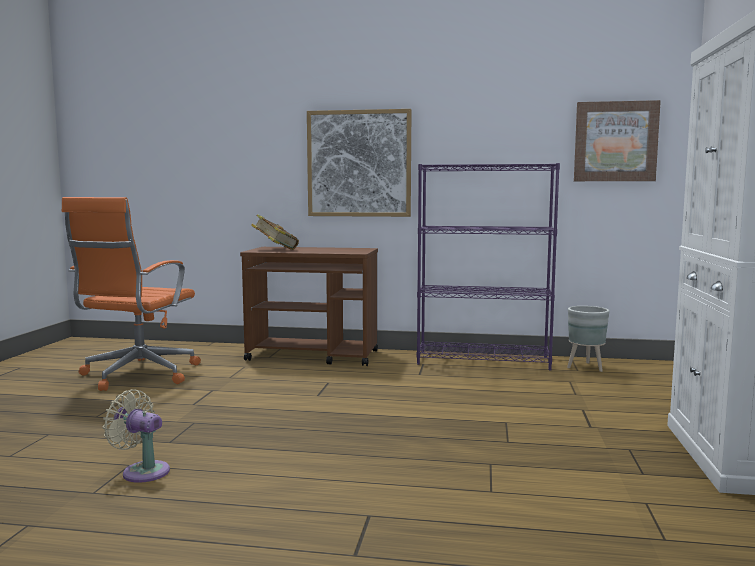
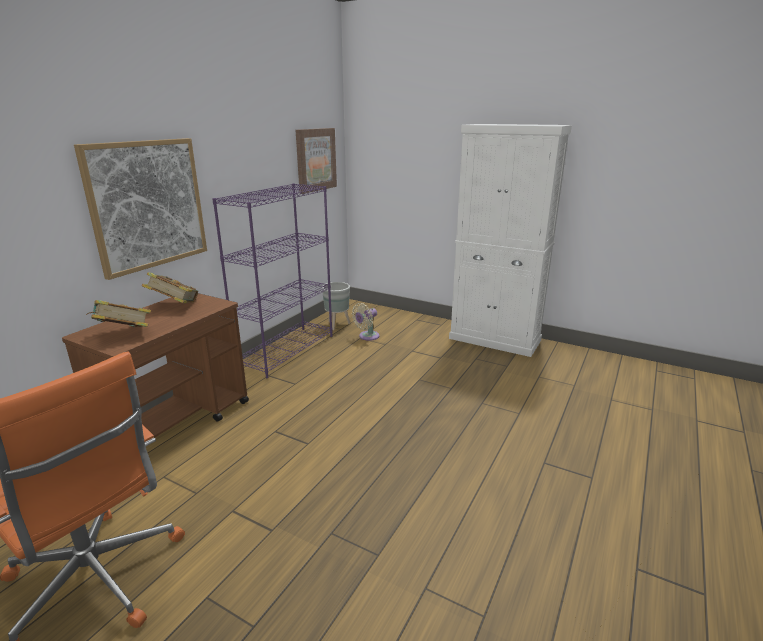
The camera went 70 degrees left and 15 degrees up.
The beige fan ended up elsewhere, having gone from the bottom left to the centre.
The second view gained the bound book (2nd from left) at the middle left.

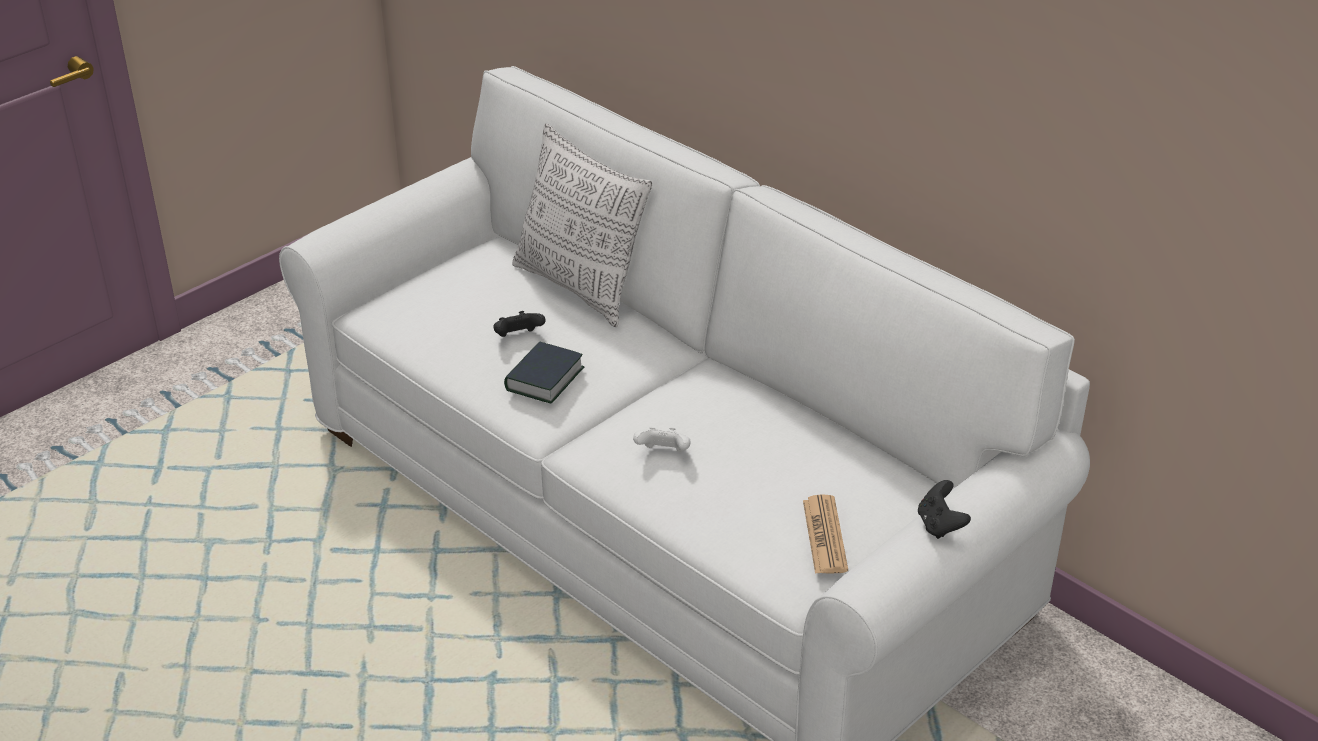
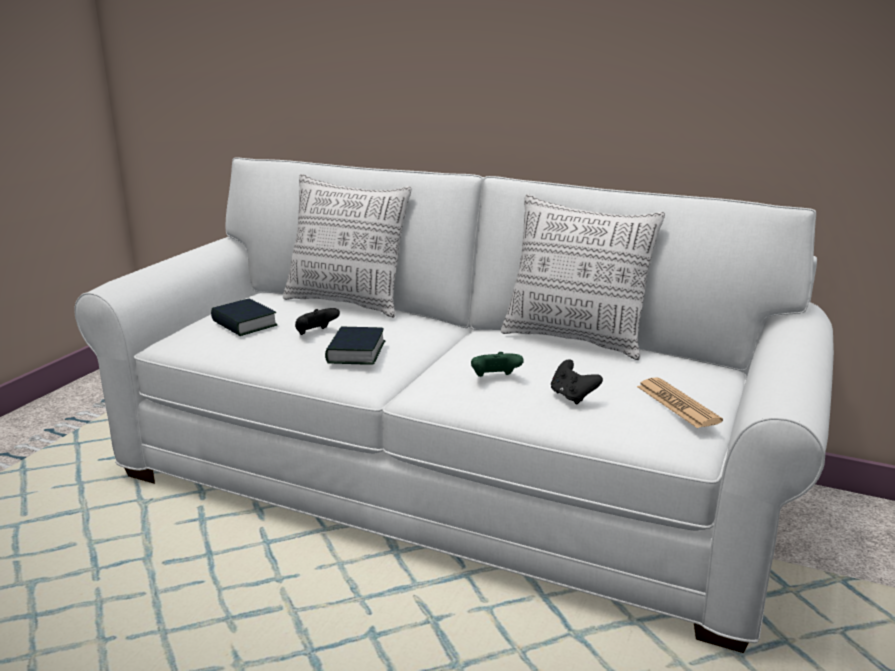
The camera went 20 degrees left and 15 degrees down.
What was the white-coloured joypad at the centre turned into the greenish joypad at the centre.
The blackish joypad (2nd from left) ended up elsewhere, having gone from the bottom right to the centre.
The second view gained the throw pillow (2nd from left) at the centre.
The second view gained the bound book (1st from left) at the middle left.

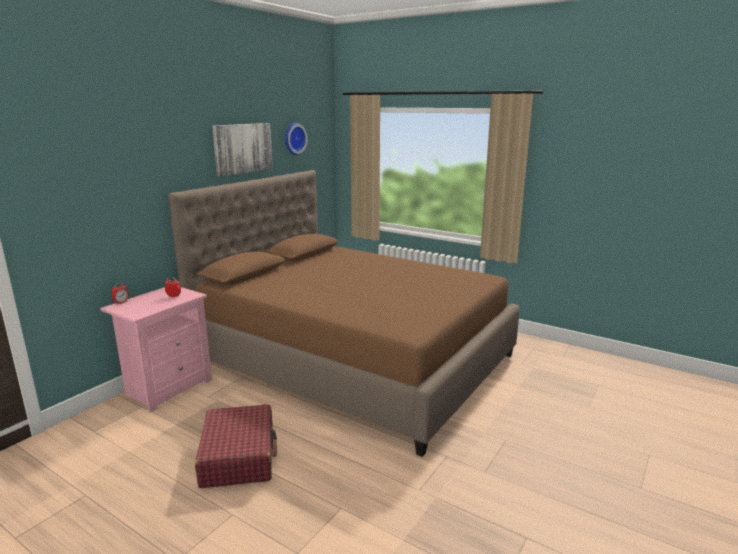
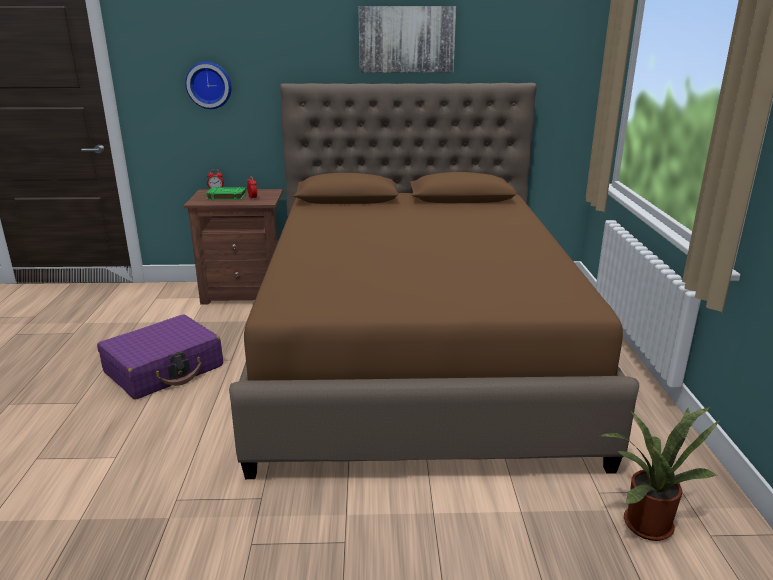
The camera went 55 degrees right and 5 degrees up.
The wall clock ended up elsewhere, having gone from the top centre to the top left.
What was the pink night table at the middle left turned into the brown-coloured night table at the middle left.
What was the red travel case at the bottom left turned into the purple-coloured travel case at the middle left.
The second view gained the greenish bound book at the top left.
The second view gained the potted plant at the bottom right.

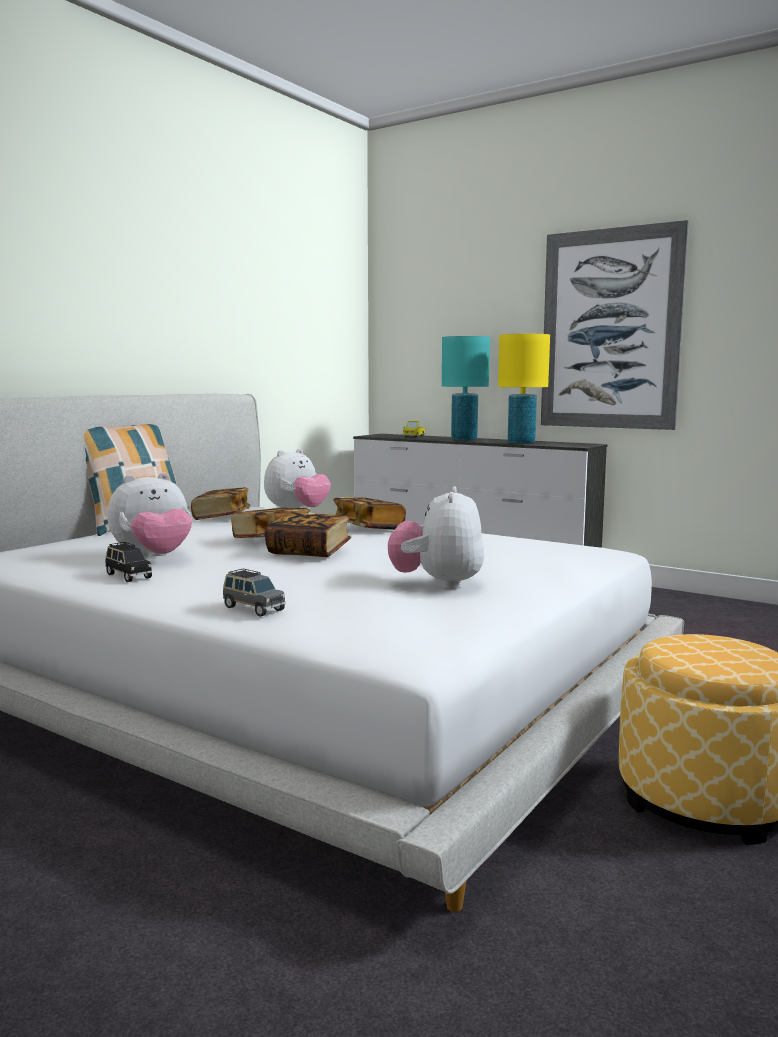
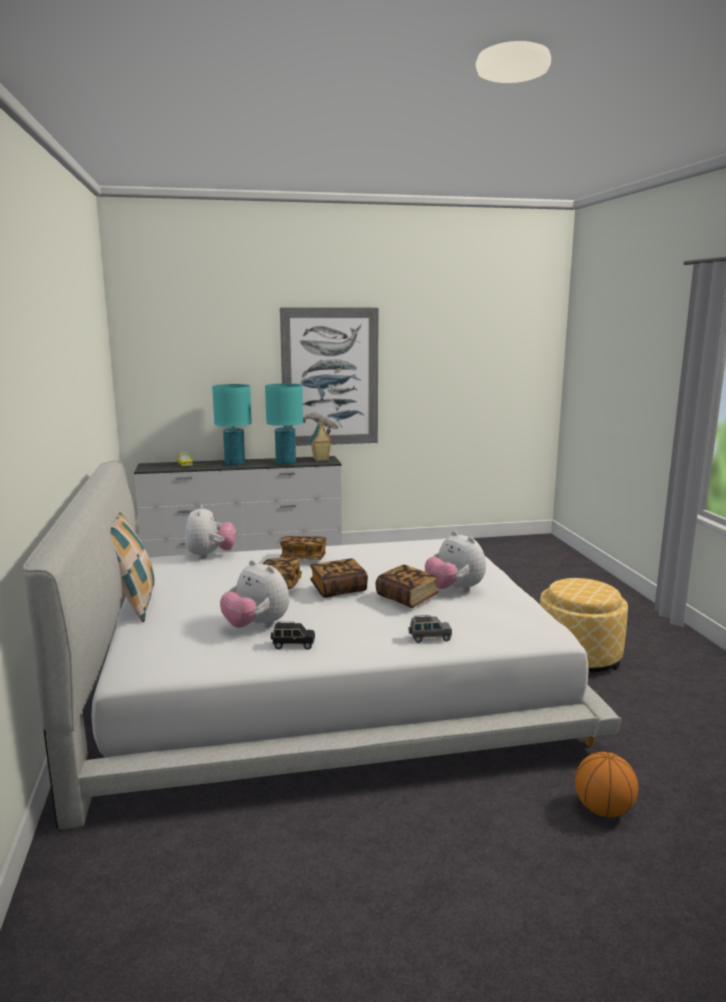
The camera went 45 degrees left and 5 degrees up.
What was the yellow-coloured tabletop lamp at the middle right turned into the turquoise-coloured tabletop lamp (2nd from left) at the centre.
The cuddly toy (1st from left in the first image) at the middle left ended up facing another way, 120 degrees clockwise from before.
The bound book (1st from left in the first image) ended up elsewhere, having gone from the middle left to the centre.
The second view gained the miniature house at the centre.
The second view gained the basketball ball at the bottom right.

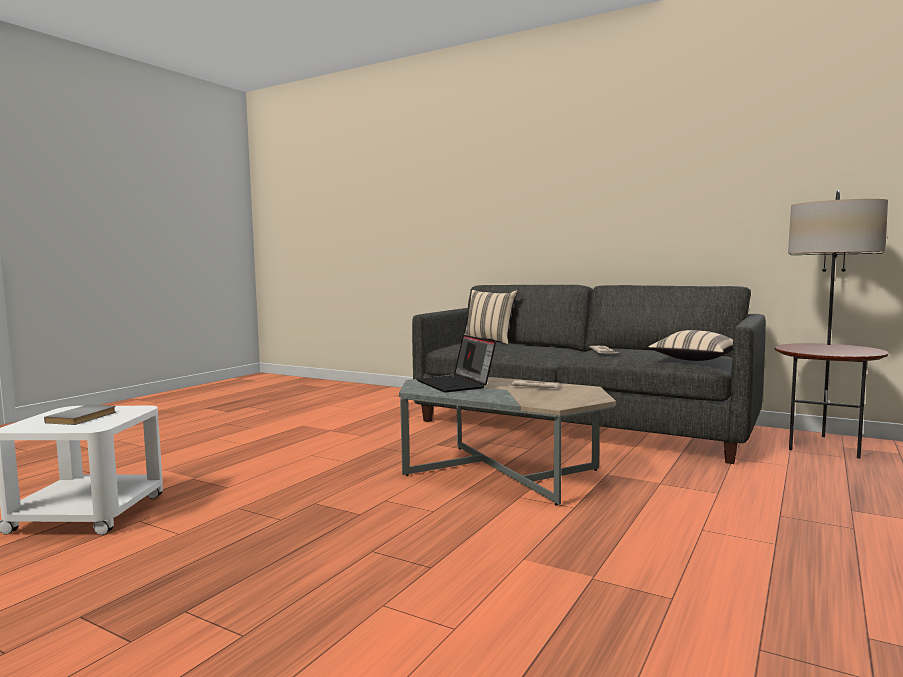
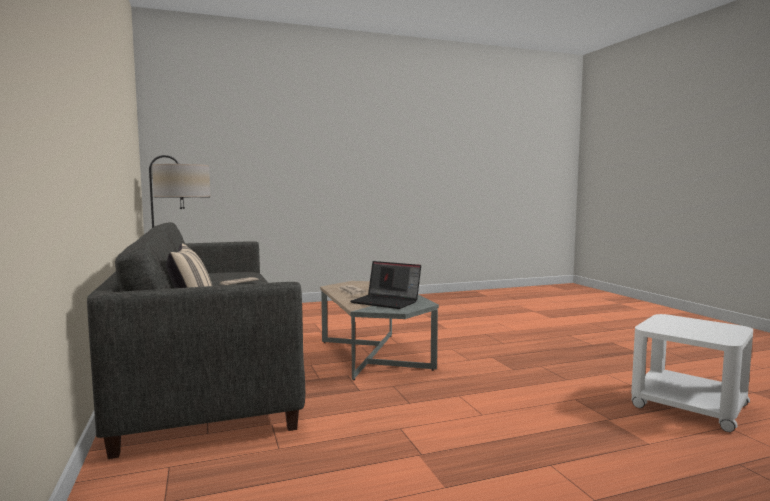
The camera went 140 degrees left and 0 degrees up.
The second view lost the beige throw pillow (2nd from left) at the middle right.
The laptop at the centre ended up facing another way, 105 degrees clockwise from before.
The second view lost the grey bound book at the middle left.

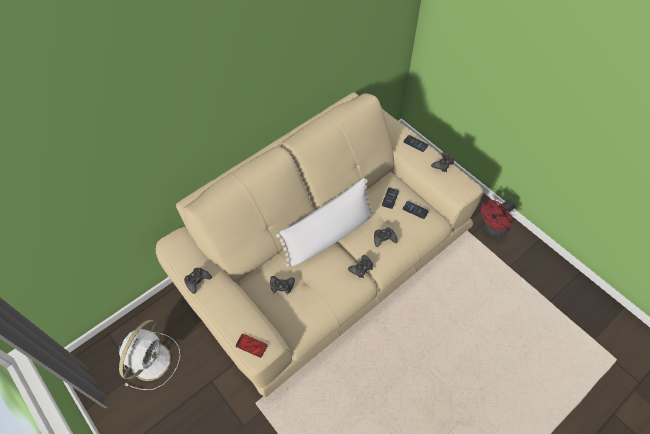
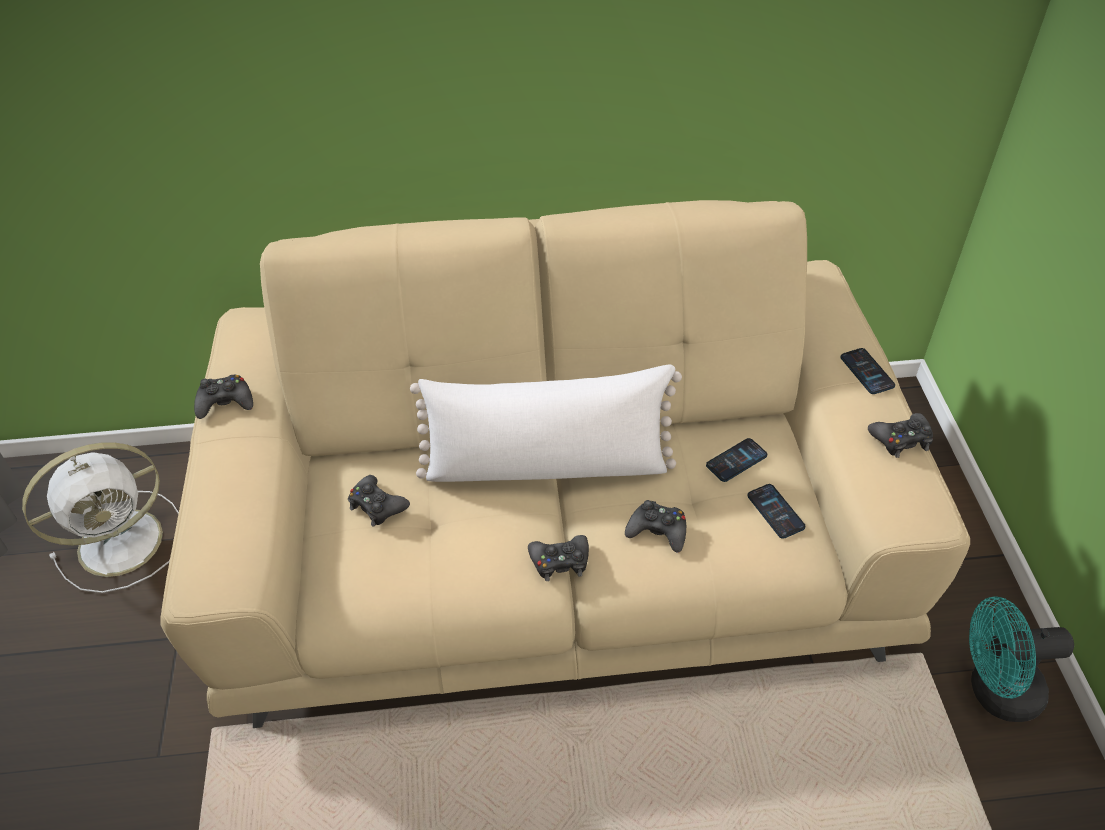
The camera went 35 degrees right and 10 degrees down.
What was the red fan at the middle right turned into the turquoise-coloured fan at the bottom right.
The second view lost the phone (1st from left) at the bottom centre.

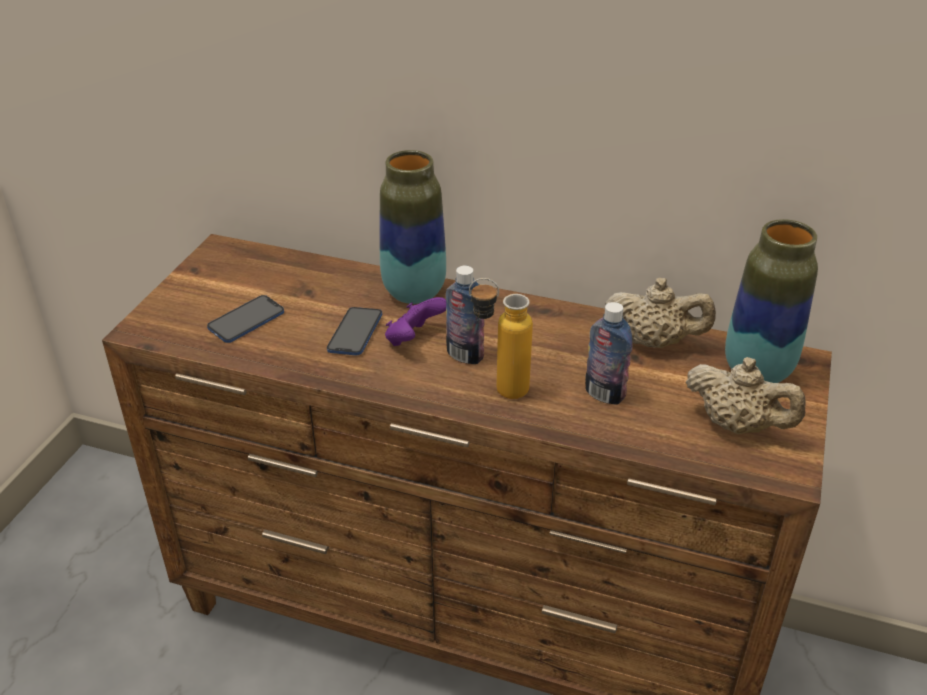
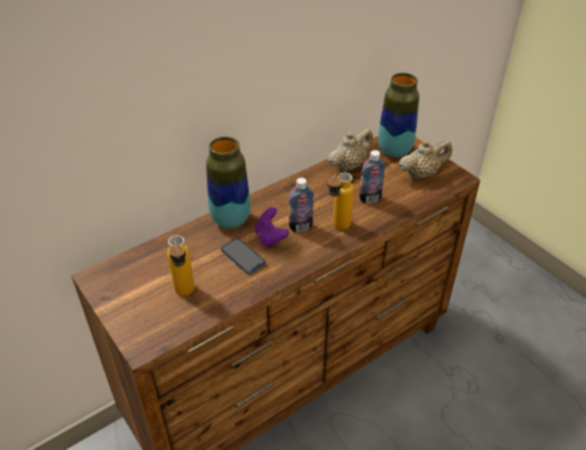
The camera went 55 degrees left and 5 degrees up.
Where the phone (1st from left) stood at the middle left, the beverage bottle (1st from left) came to stand at the middle left.

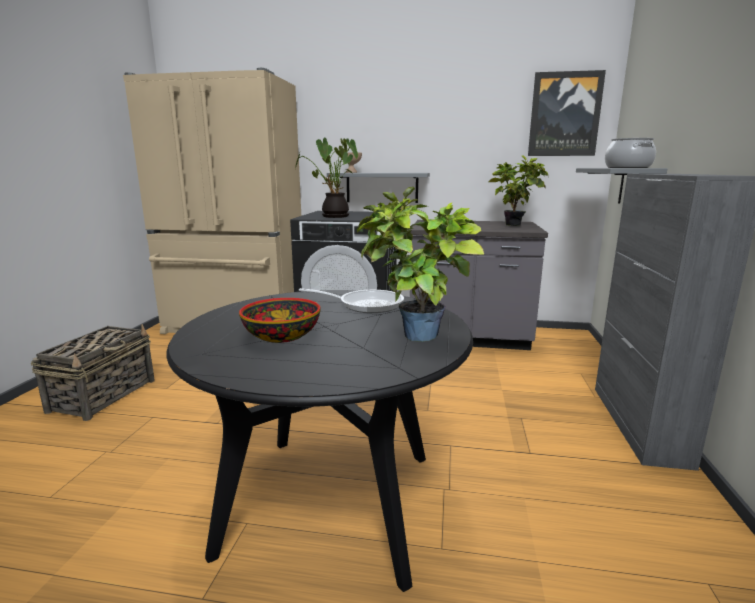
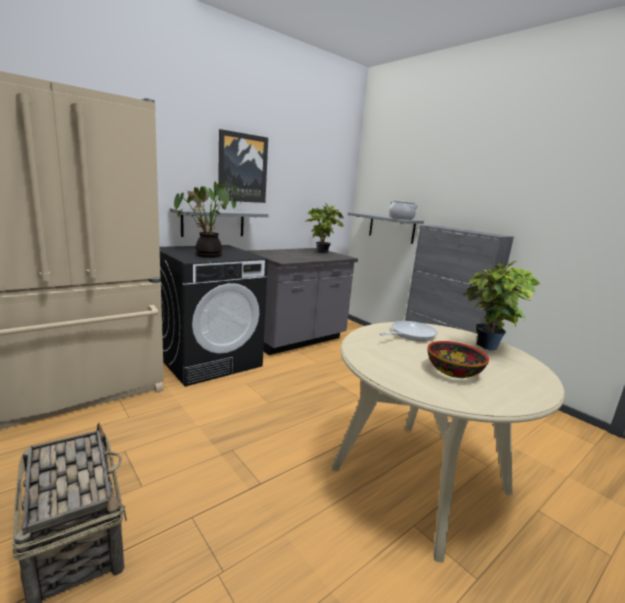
The camera went 50 degrees left and 0 degrees up.
The wall picture ended up elsewhere, having gone from the top right to the top centre.
What was the blackish dinner table at the bottom centre turned into the beige dinner table at the bottom right.

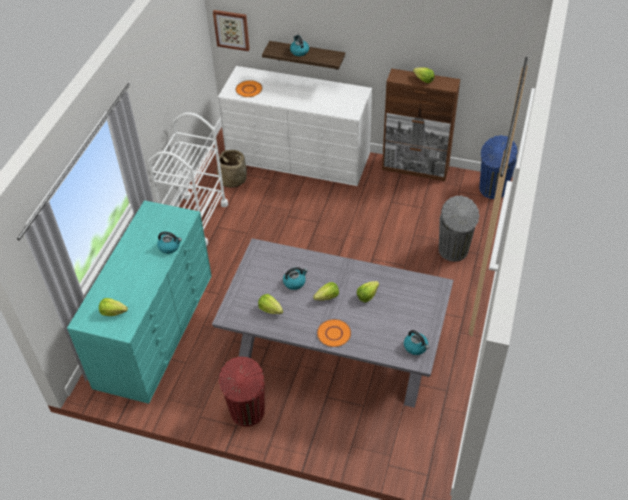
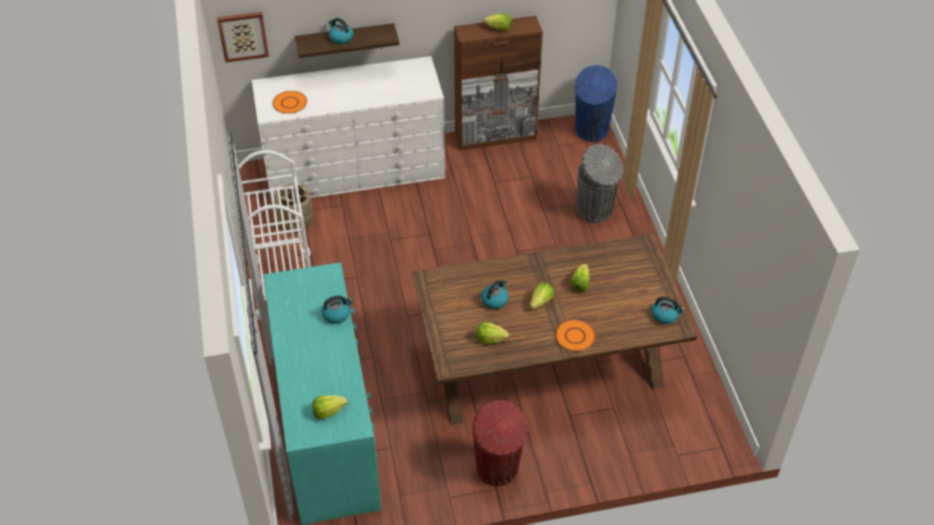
The camera went 30 degrees left and 0 degrees up.
What was the grey dinner table at the centre turned into the brown-coloured dinner table at the centre.

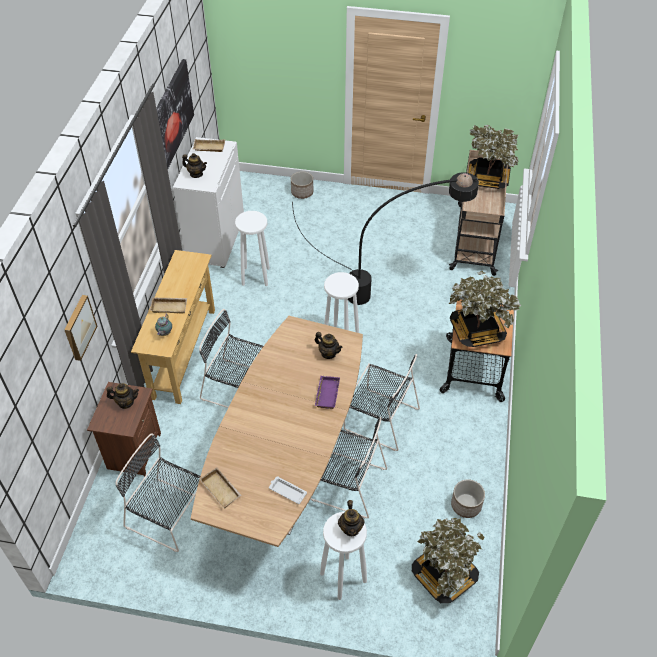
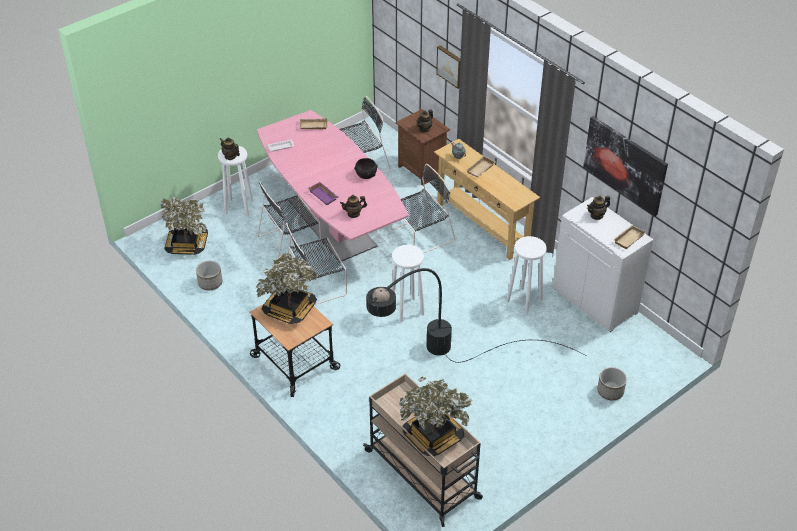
The camera went 130 degrees right and 5 degrees down.
What was the brown-coloured dinner table at the centre turned into the pink dinner table at the centre.
The second view gained the blackish serving bowl at the top centre.

